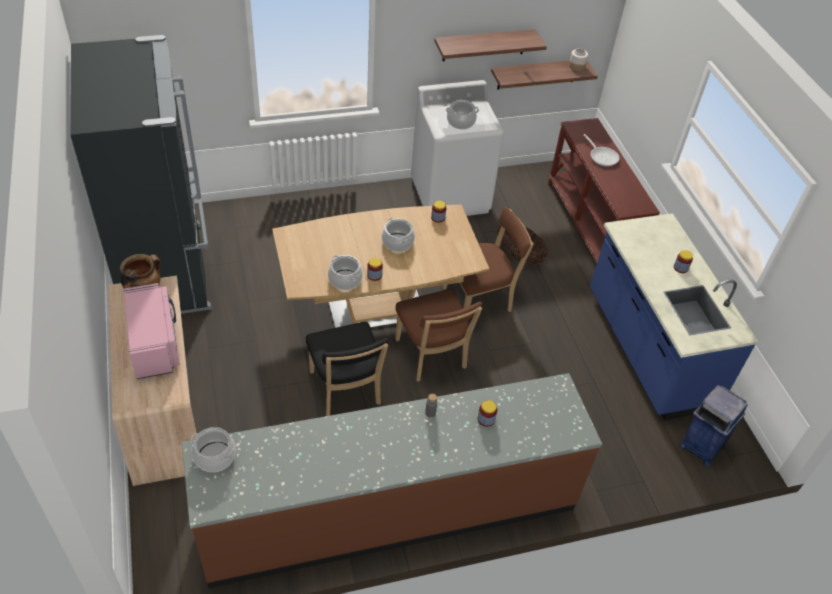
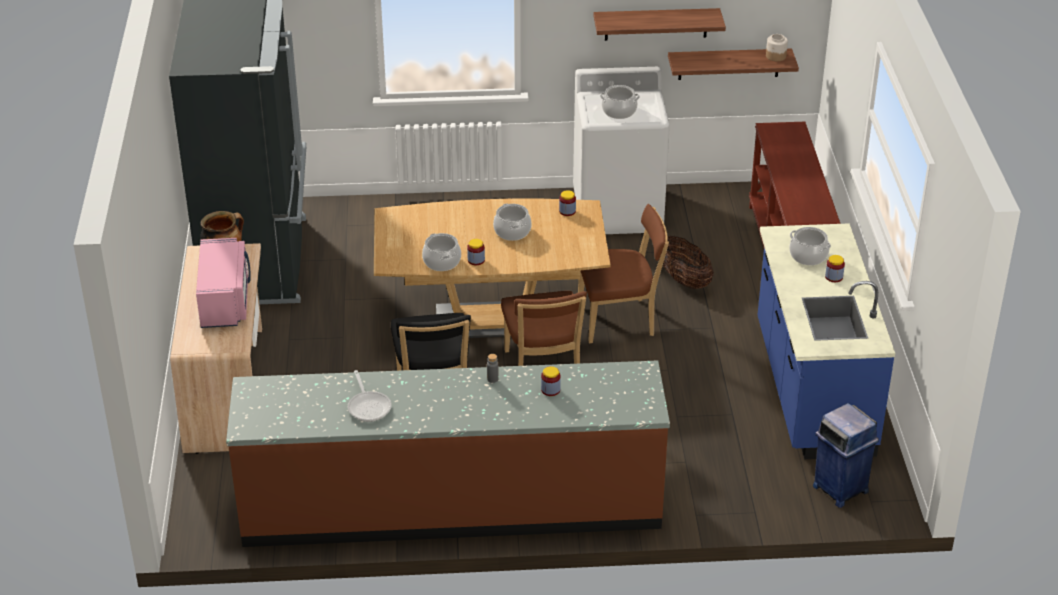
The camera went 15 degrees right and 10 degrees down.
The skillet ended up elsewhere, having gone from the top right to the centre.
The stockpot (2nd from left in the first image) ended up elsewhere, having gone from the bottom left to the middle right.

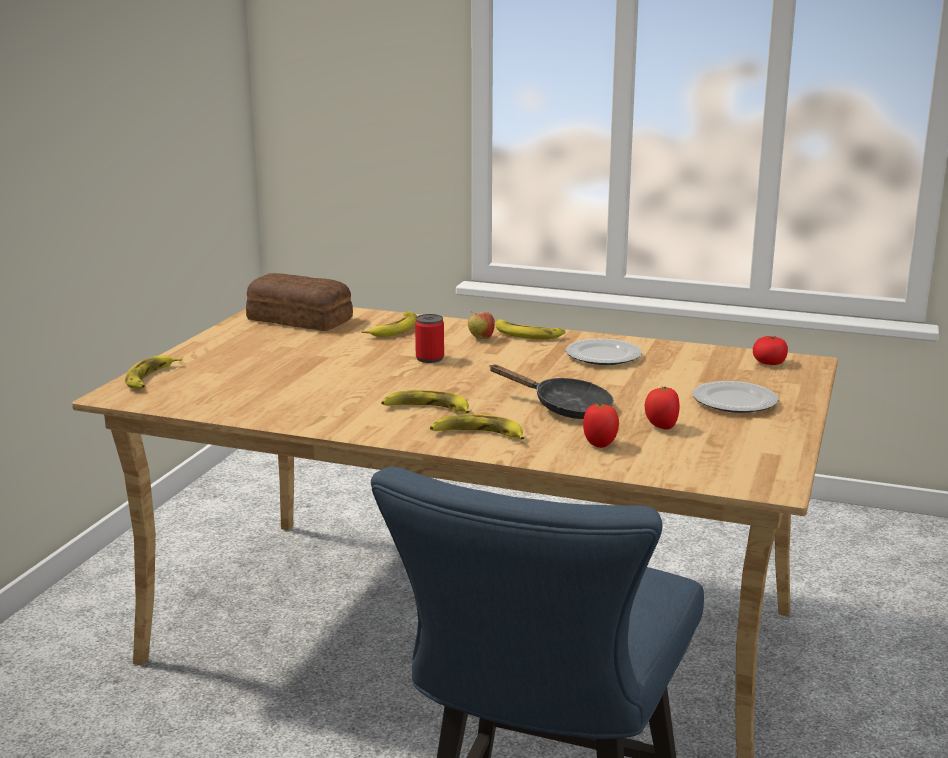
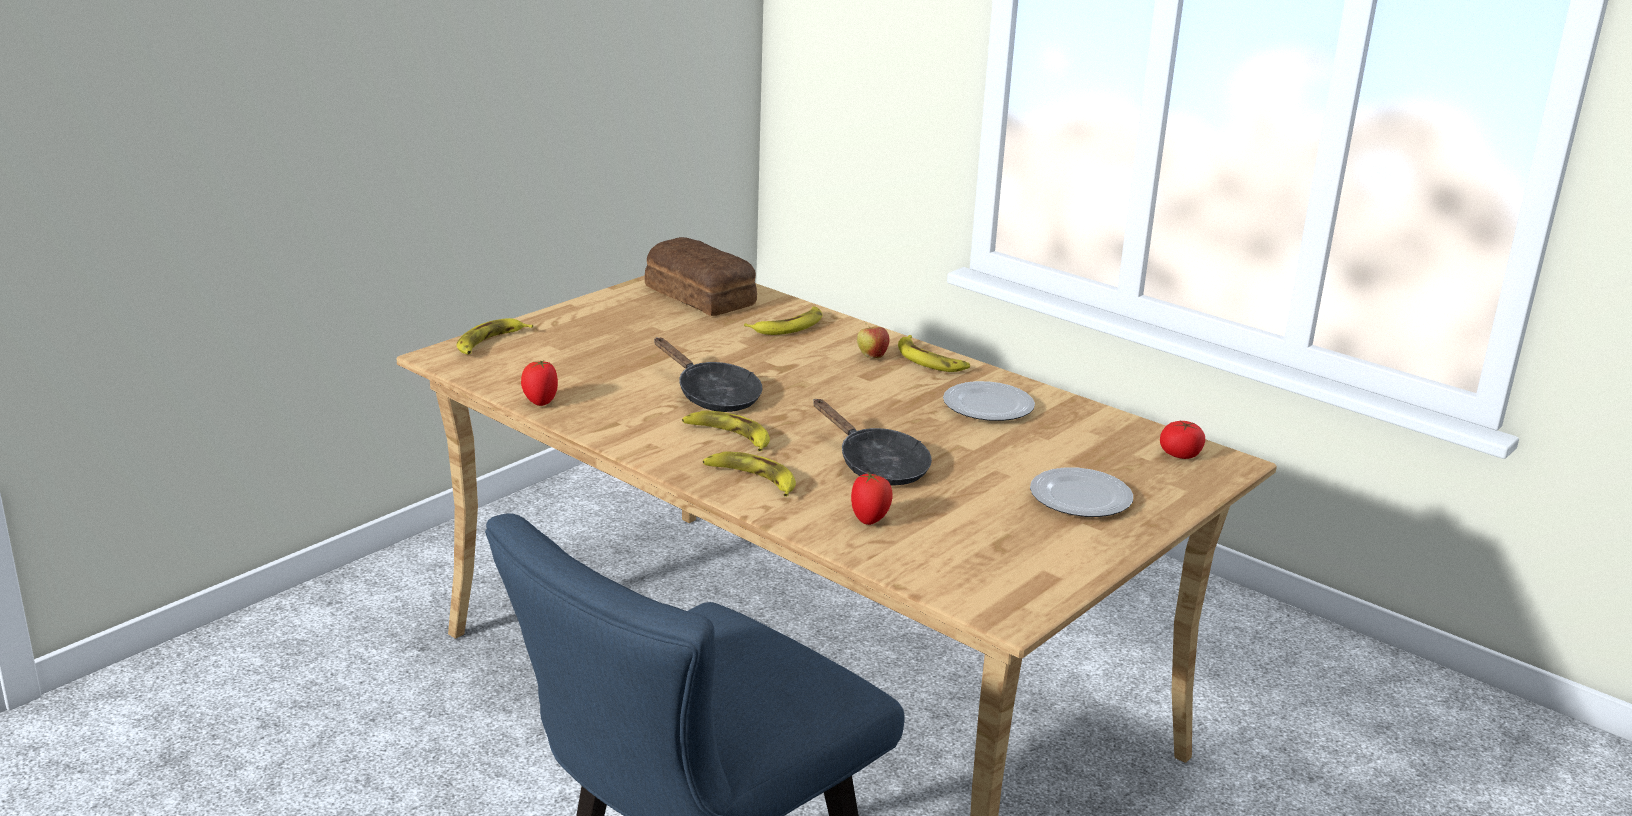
The camera went 20 degrees right and 5 degrees up.
The second view lost the can at the centre.
The tomato (2nd from left in the first image) ended up elsewhere, having gone from the middle right to the middle left.
The second view gained the blackish skillet (1st from left) at the centre.

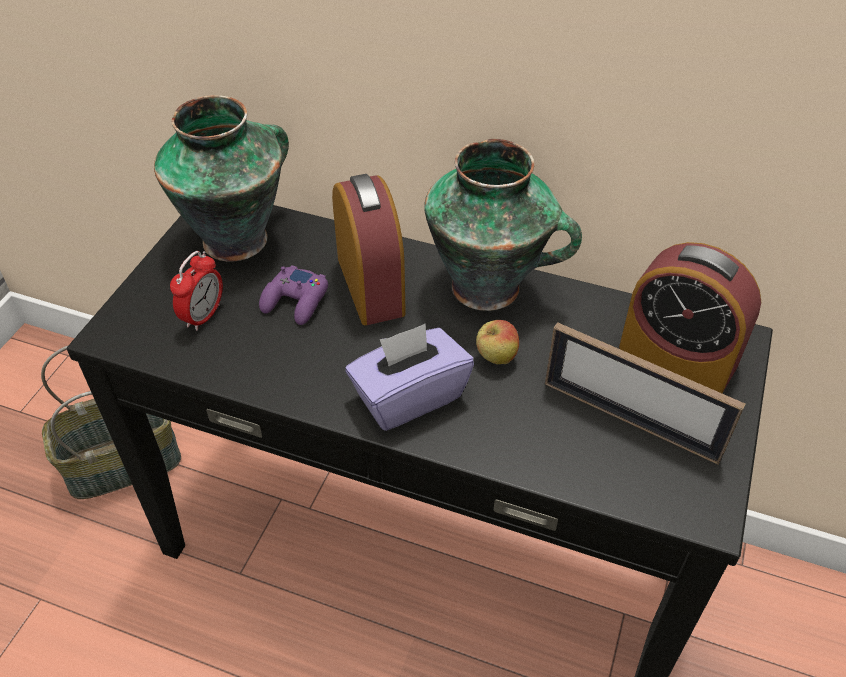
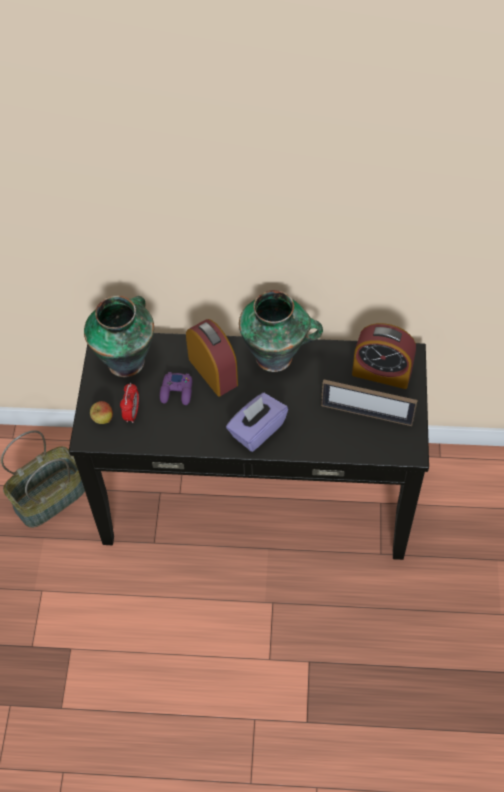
The camera went 15 degrees left and 10 degrees up.
The apple ended up elsewhere, having gone from the centre to the middle left.

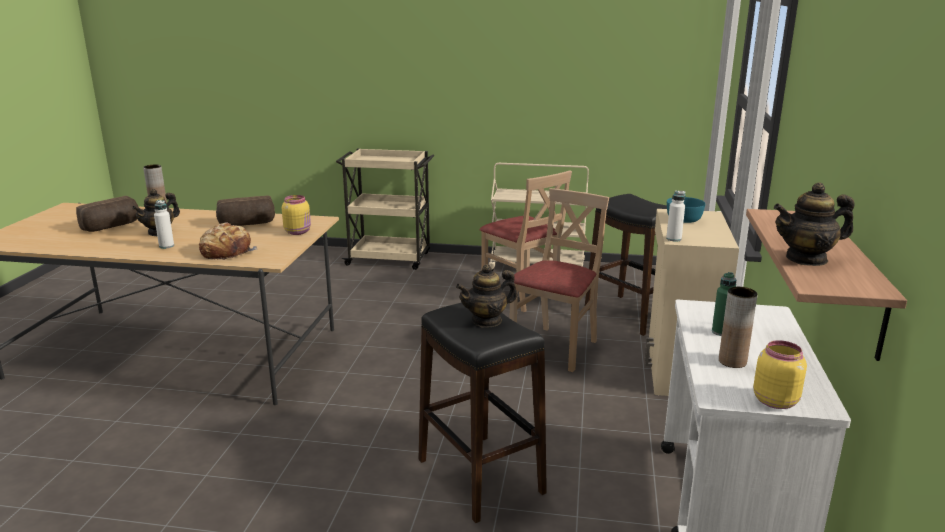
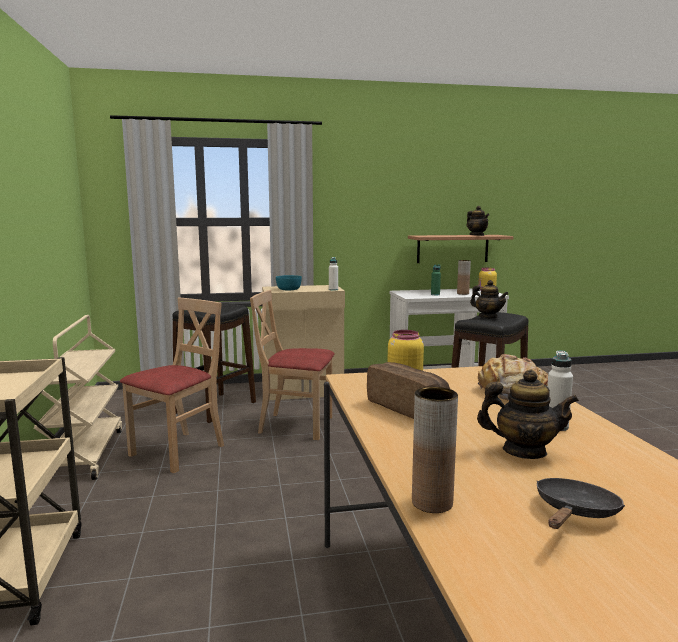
The camera went 110 degrees left and 10 degrees down.
Where the bread (1st from left) stood at the middle left, the blackish skillet came to stand at the bottom right.

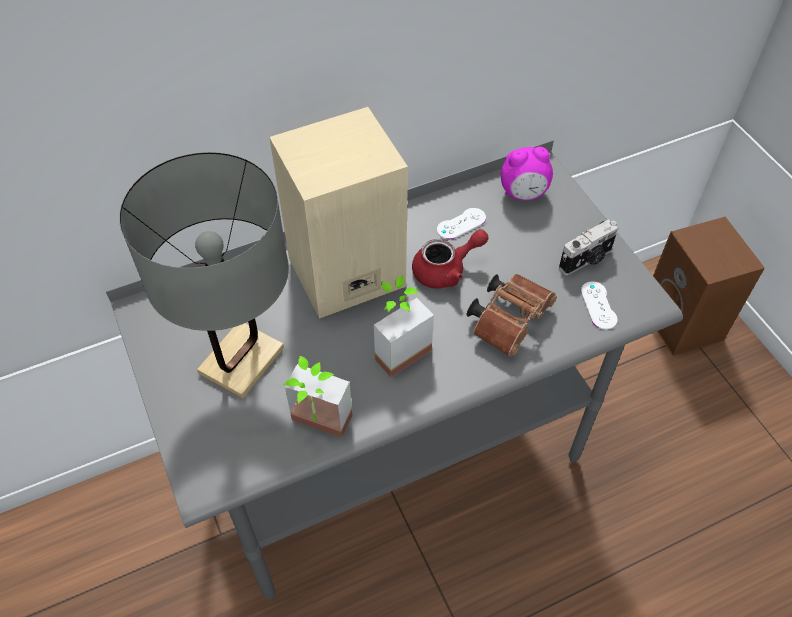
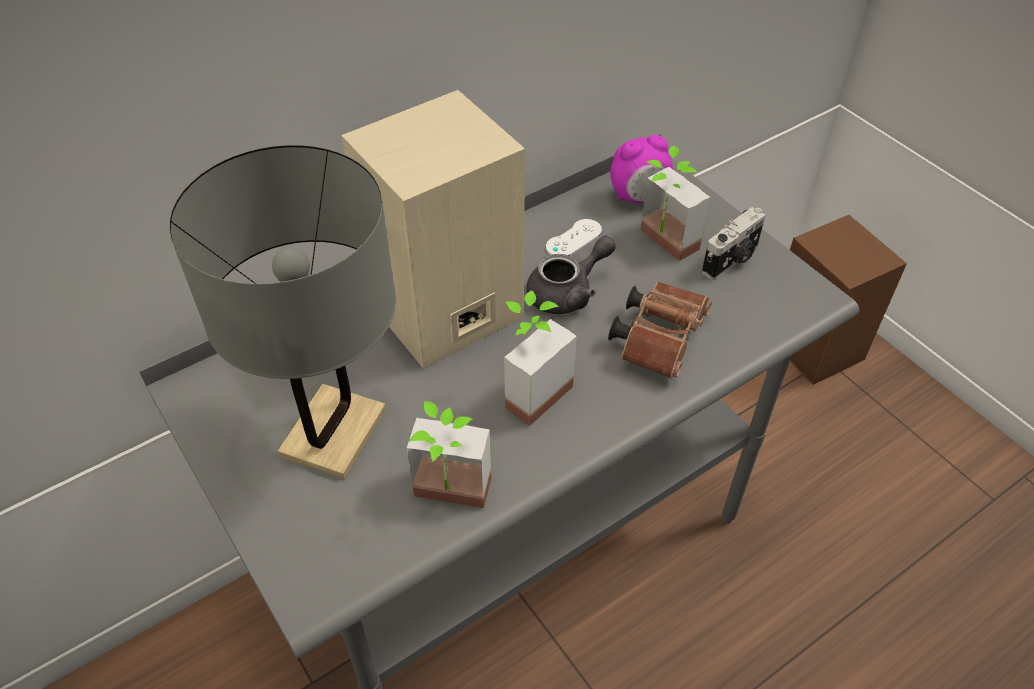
The camera went 10 degrees left and 5 degrees down.
What was the red teapot at the centre turned into the grey teapot at the centre.
The second view lost the white-coloured joypad (2nd from left) at the middle right.
The second view gained the potted plant (3rd from left) at the top centre.

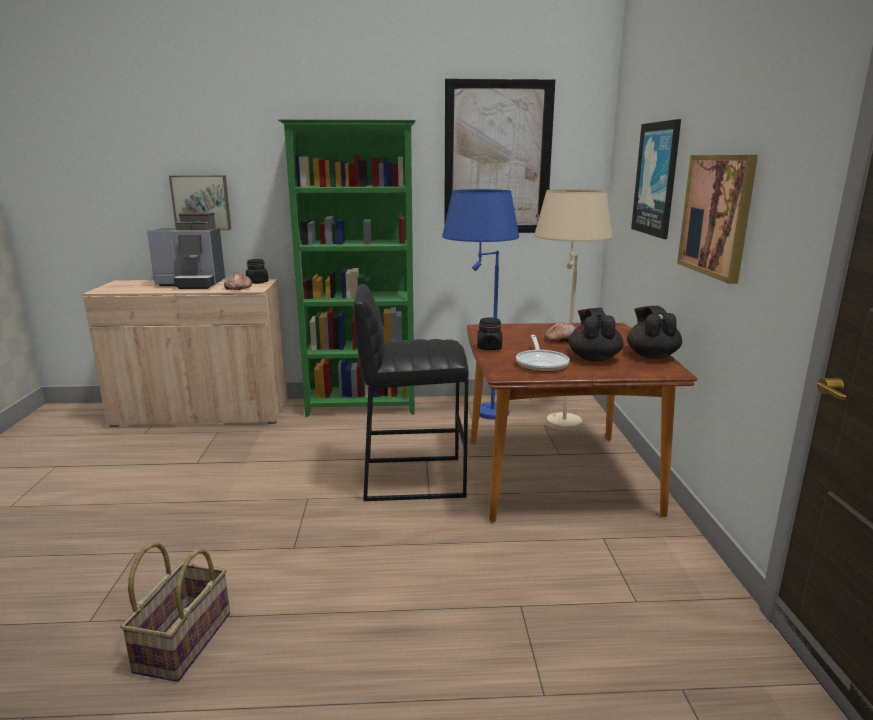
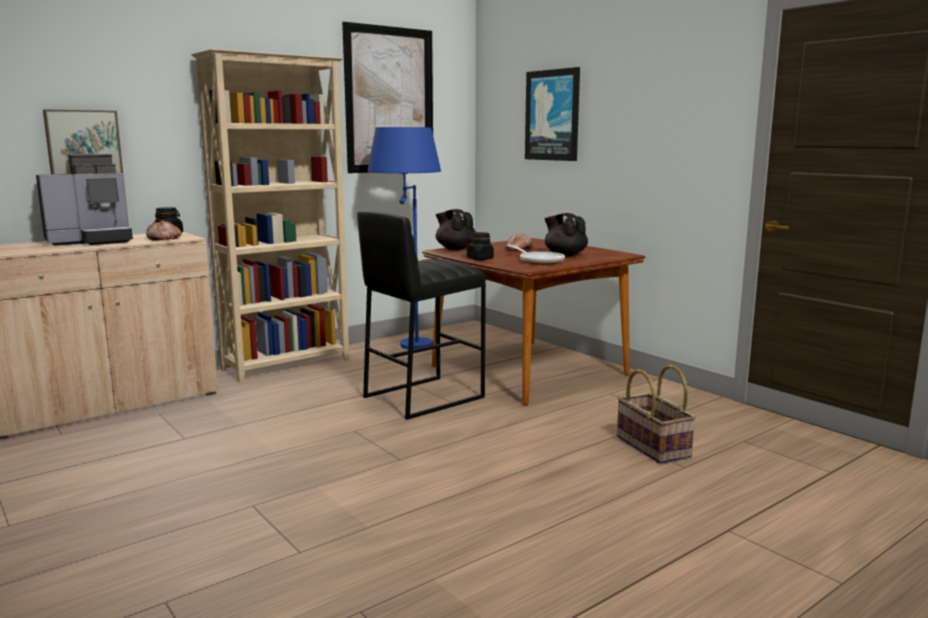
The camera went 35 degrees left and 5 degrees down.
What was the greenish bookcase at the centre turned into the beige bookcase at the middle left.
The second view lost the wall picture (4th from left) at the top right.
The second view lost the beige standing lamp at the centre.
The blackish teapot (2nd from left in the first image) ended up elsewhere, having gone from the middle right to the centre.
The basket ended up elsewhere, having gone from the bottom left to the bottom right.

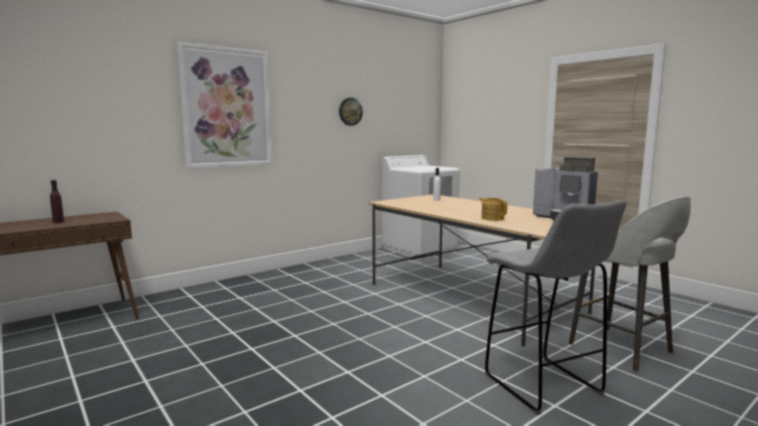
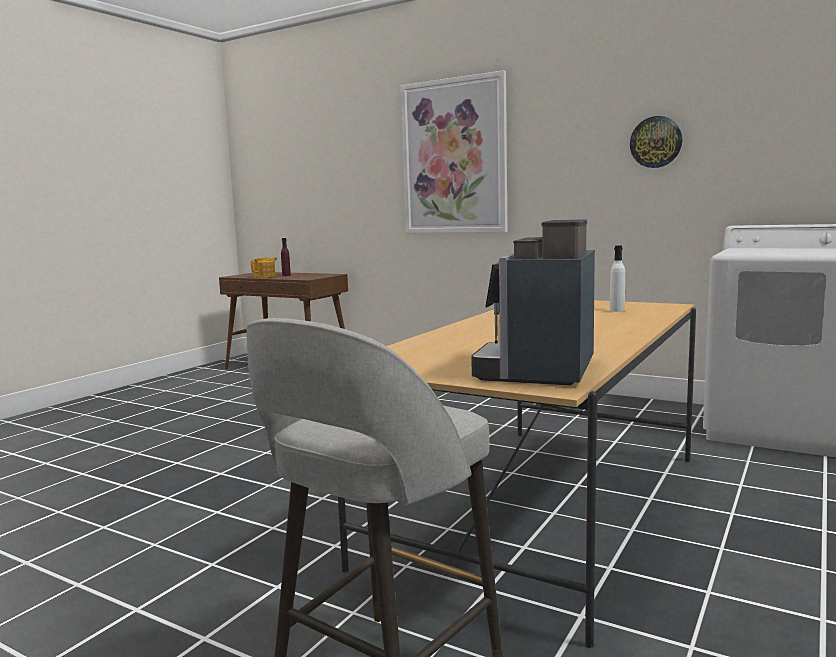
The camera went 70 degrees right and 0 degrees up.
The teapot ended up elsewhere, having gone from the centre to the middle left.
The second view lost the grey stool seat (1st from left) at the bottom right.

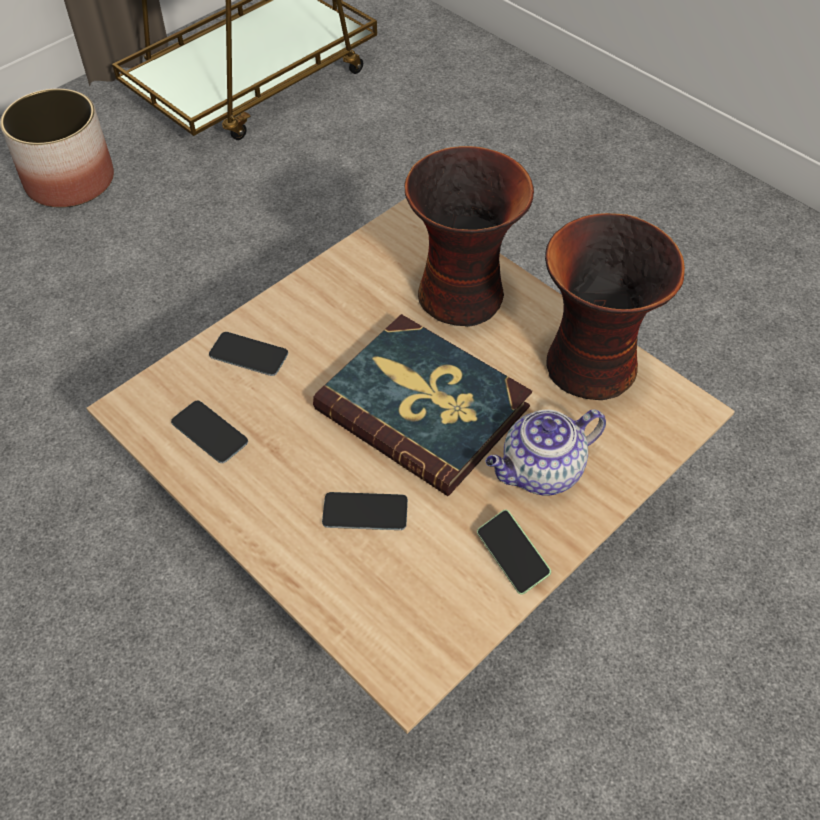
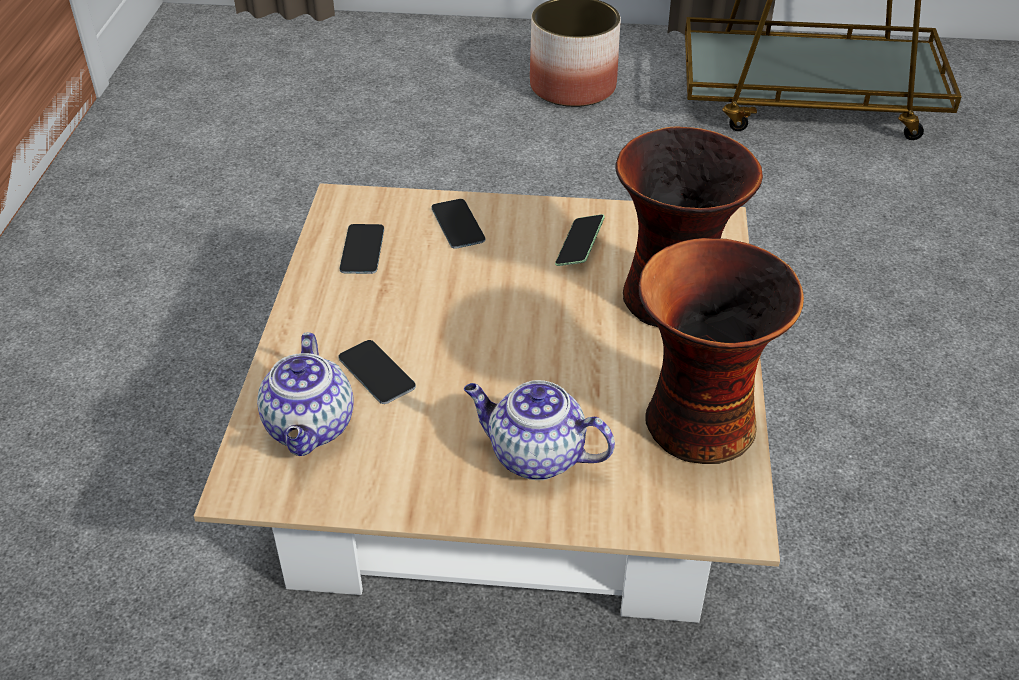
The camera went 50 degrees right and 10 degrees down.
The second view lost the bound book at the centre.
The phone (4th from left) ended up elsewhere, having gone from the bottom centre to the centre.
The second view gained the teapot (1st from left) at the middle left.

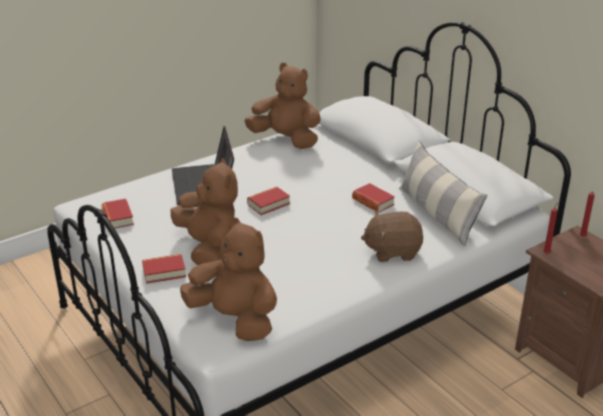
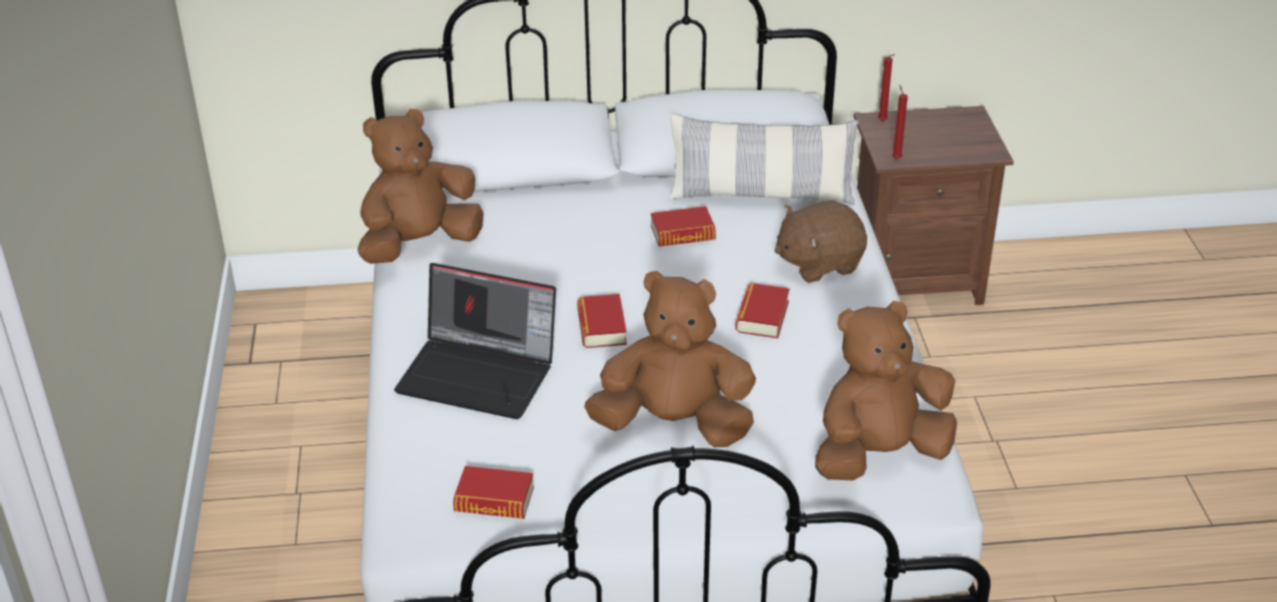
The camera went 60 degrees left and 5 degrees up.
The brown-coloured cuddly toy (4th from left in the first image) at the centre ended up facing another way, 45 degrees clockwise from before.
The bound book (2nd from left in the first image) ended up elsewhere, having gone from the middle left to the centre.

